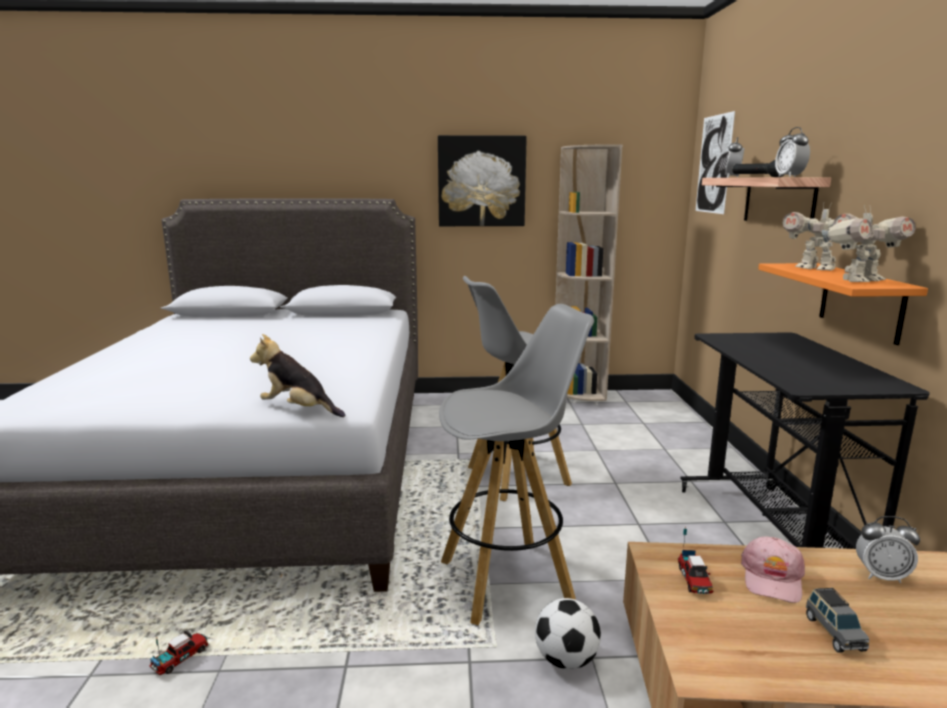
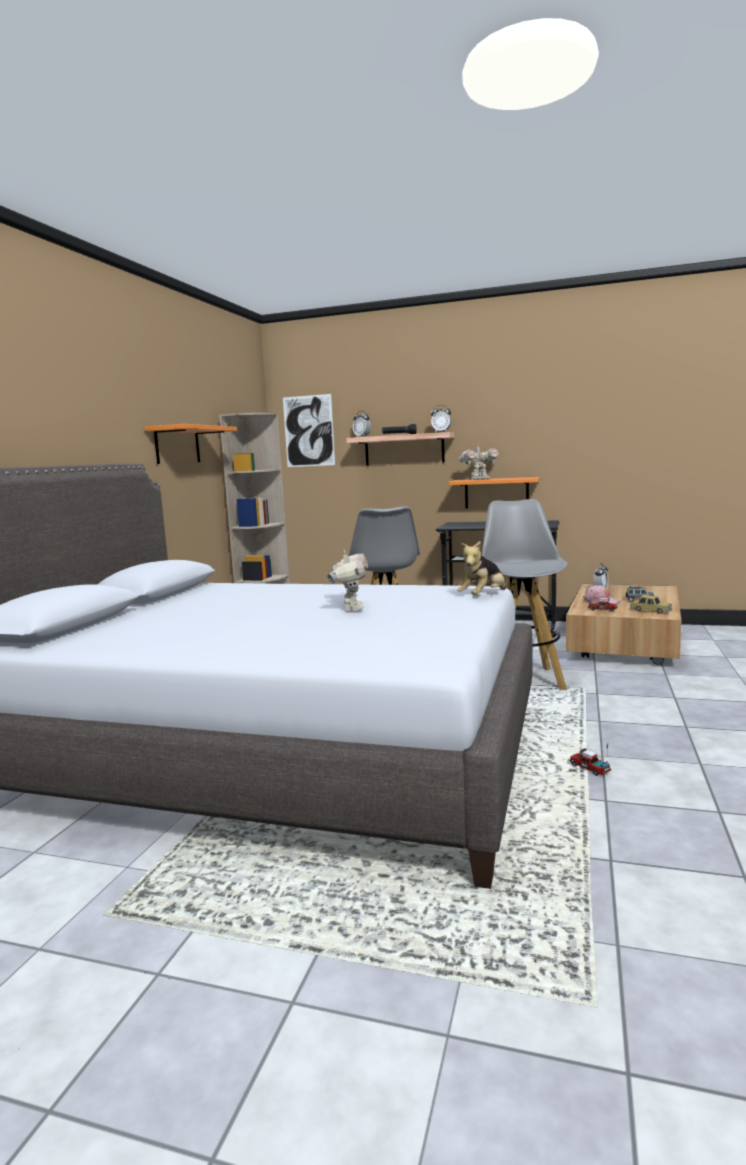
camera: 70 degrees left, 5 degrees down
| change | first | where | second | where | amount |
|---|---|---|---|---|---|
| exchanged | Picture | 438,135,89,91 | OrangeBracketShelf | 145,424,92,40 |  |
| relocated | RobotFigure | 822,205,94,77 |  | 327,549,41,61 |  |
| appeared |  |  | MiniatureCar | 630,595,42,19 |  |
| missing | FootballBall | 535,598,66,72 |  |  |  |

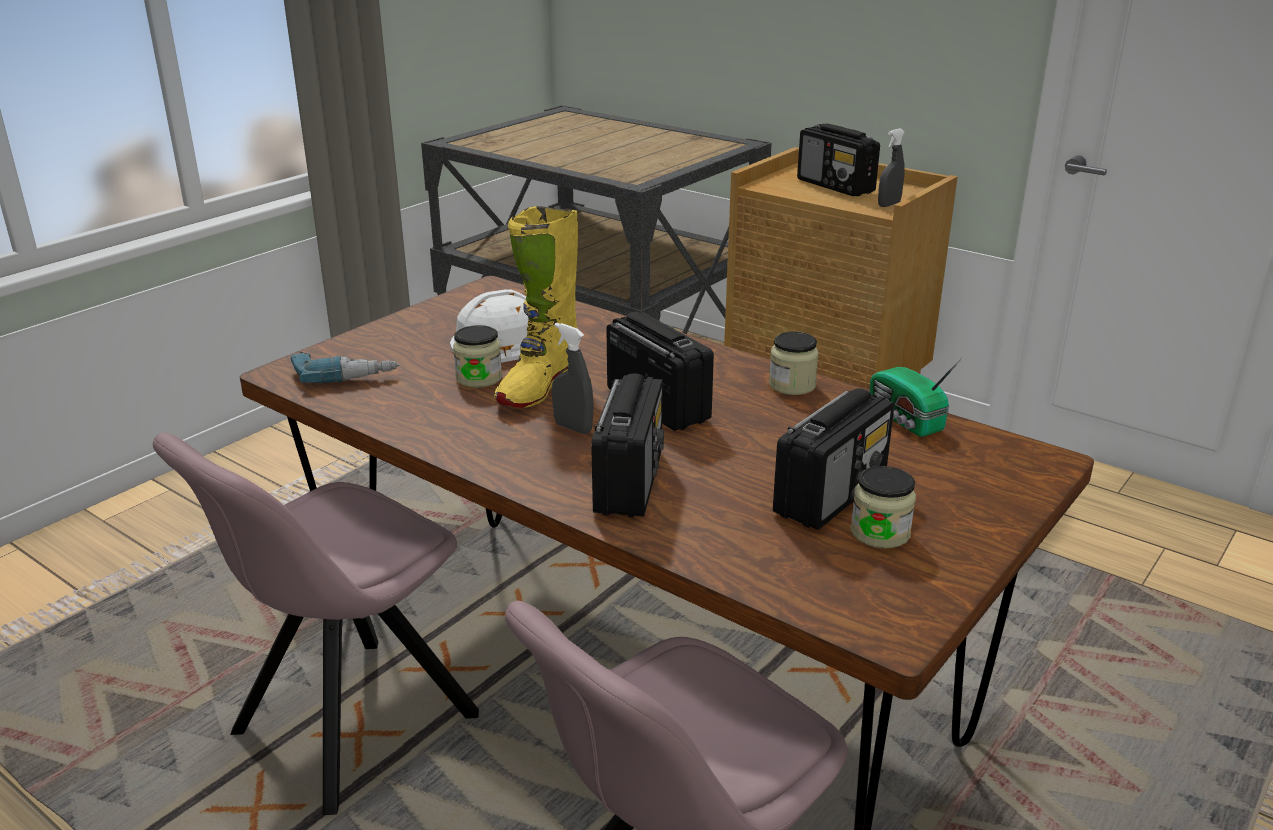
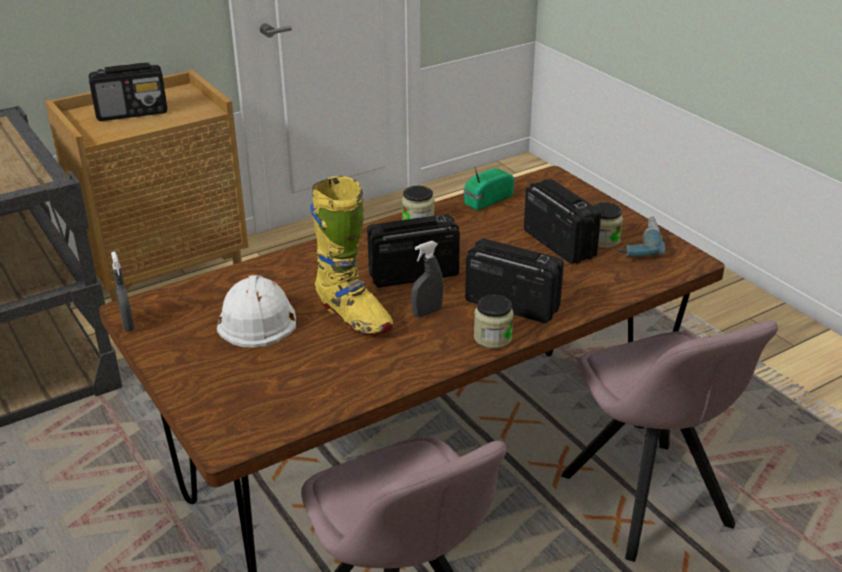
camera: 70 degrees left, 5 degrees up
| change | first | where | second | where | amount |
|---|---|---|---|---|---|
| relocated | GraySprayer | 878,128,27,79 |  | 111,251,24,81 |  |
| spun | RadioSet | 869,358,93,79 |  | 463,167,51,43 | 150 degrees clockwise |
| relocated | PreserveJar | 453,325,49,63 |  | 474,295,40,54 |  |
| relocated | PowerDrill | 291,352,109,31 |  | 618,216,47,41 |  |

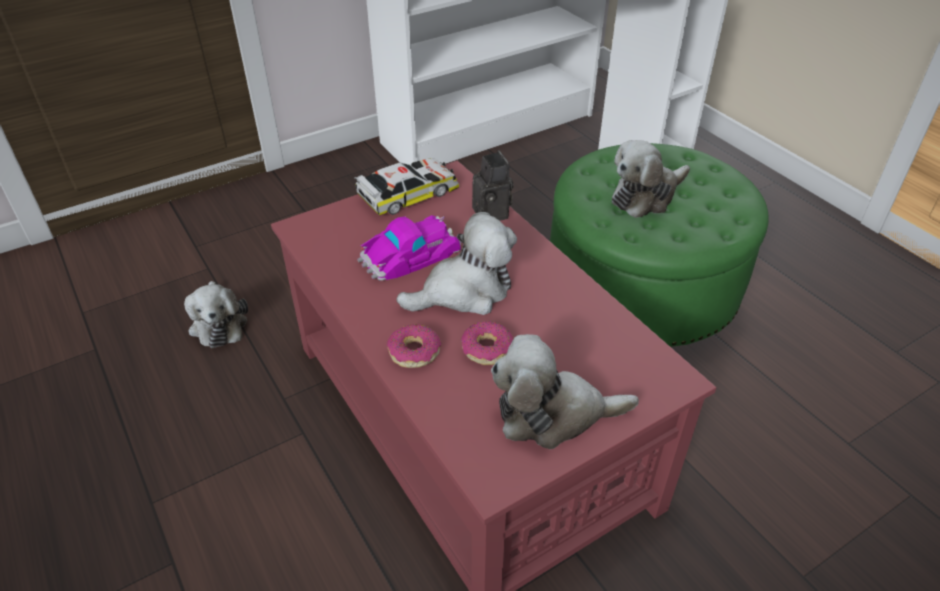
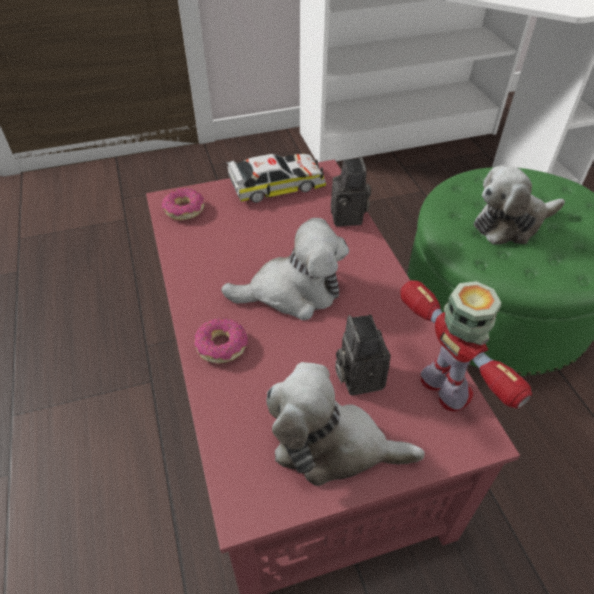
camera: 15 degrees right, 5 degrees up
| change | first | where | second | where | amount |
|---|---|---|---|---|---|
| relocated | Donut | 461,321,52,44 |  | 162,188,42,32 |  |
| appeared |  |  | PhotoCamera | 335,315,56,80 |  |
| appeared |  |  | RobotFigure | 400,280,132,132 |  |
| missing | SoftToy | 184,281,64,67 |  |  |  |
| missing | MiniatureCar | 357,215,105,66 |  |  |  |

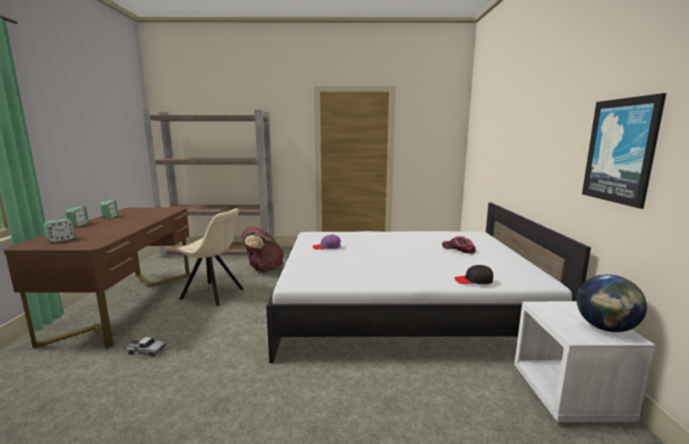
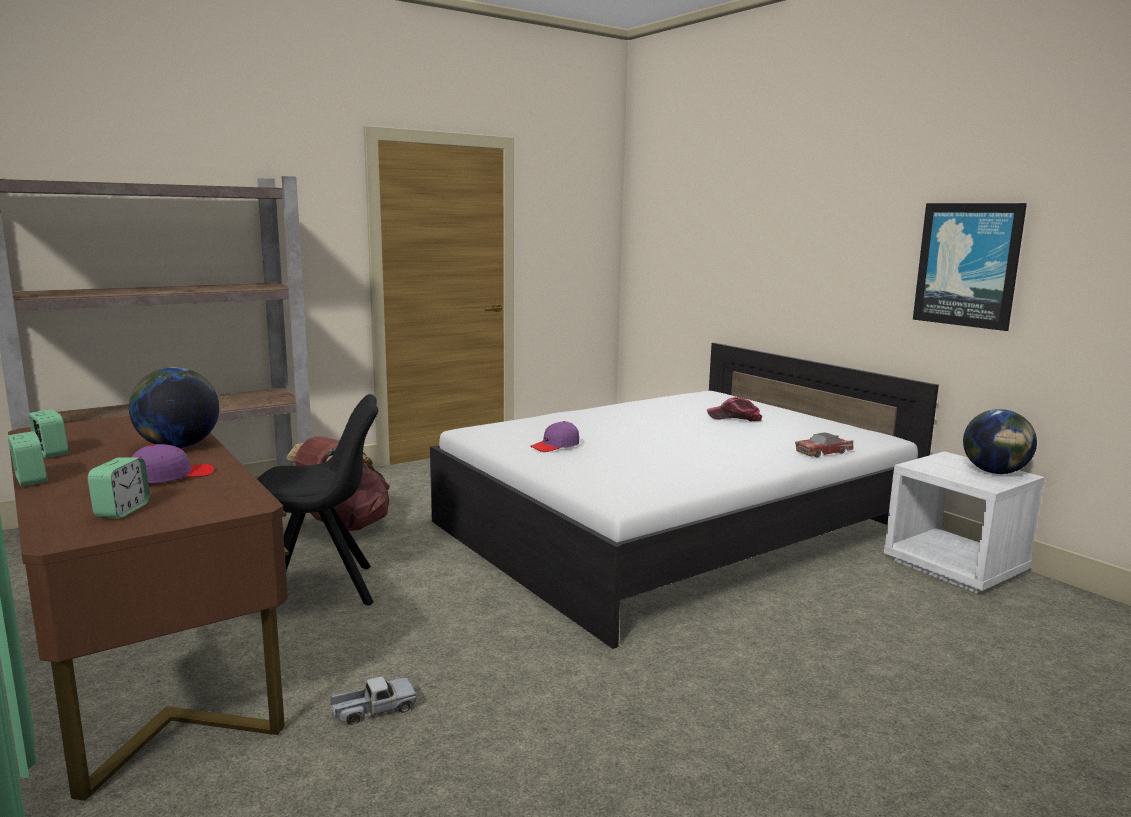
camera: 35 degrees left, 0 degrees up
| change | first | where | second | where | amount |
|---|---|---|---|---|---|
| appeared |  |  | Globe | 129,367,90,81 |  |
| appeared |  |  | PurpleColouredCap | 132,444,82,39 |  |
| colour | BeigeColouredUprightChair | 176,208,67,98 | BlackUprightChair | 257,394,121,211 |  |
| exchanged | BlackCap | 454,265,39,19 | MiniatureCar | 795,433,59,25 |  |

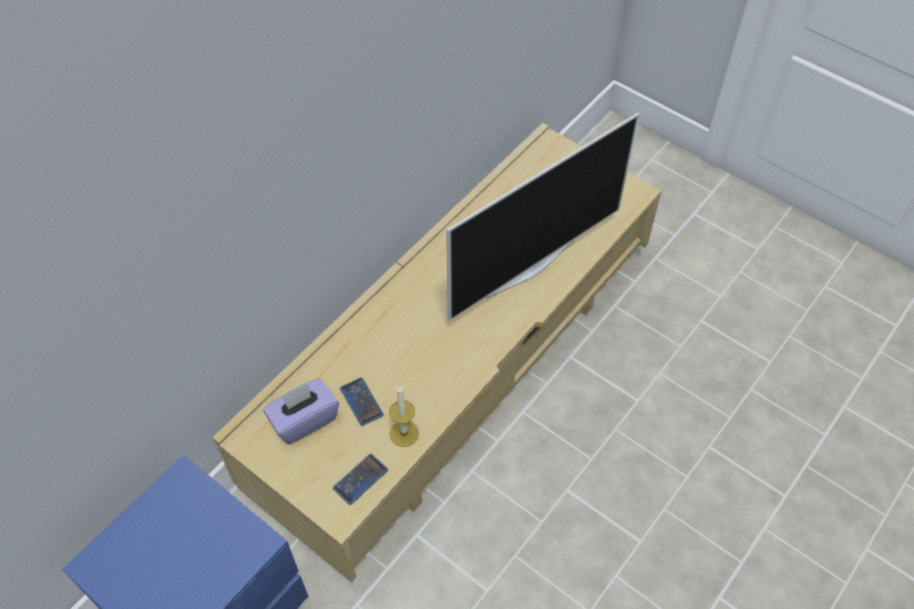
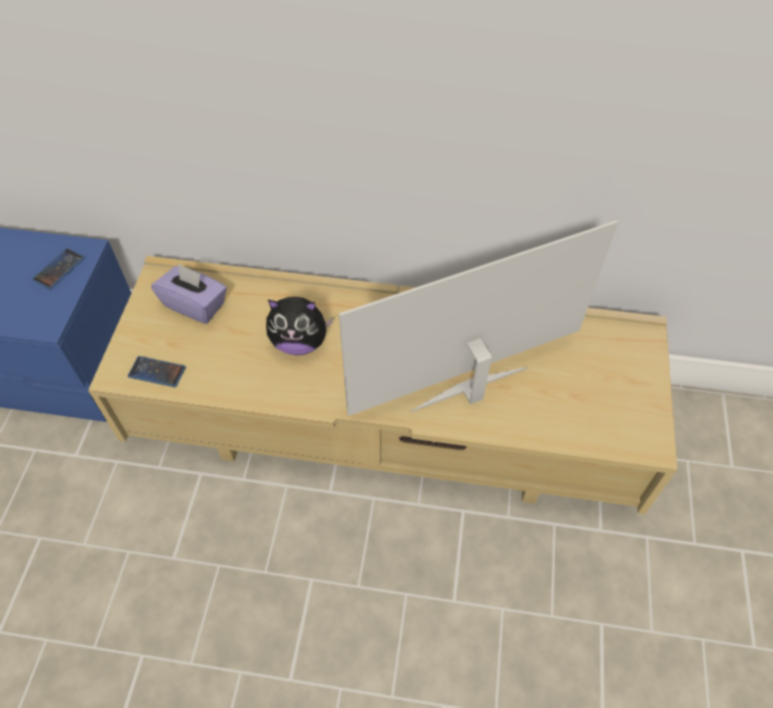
camera: 60 degrees right, 0 degrees up
| change | first | where | second | where | amount |
|---|---|---|---|---|---|
| relocated | Phone | 340,377,44,49 |  | 32,248,53,42 |  |
| appeared |  |  | SoftToy | 266,297,67,58 |  |
| spun | Tv | 446,113,193,208 |  | 339,220,279,196 | 135 degrees clockwise |
| missing | WaxLight | 389,385,30,62 |  |  |  |

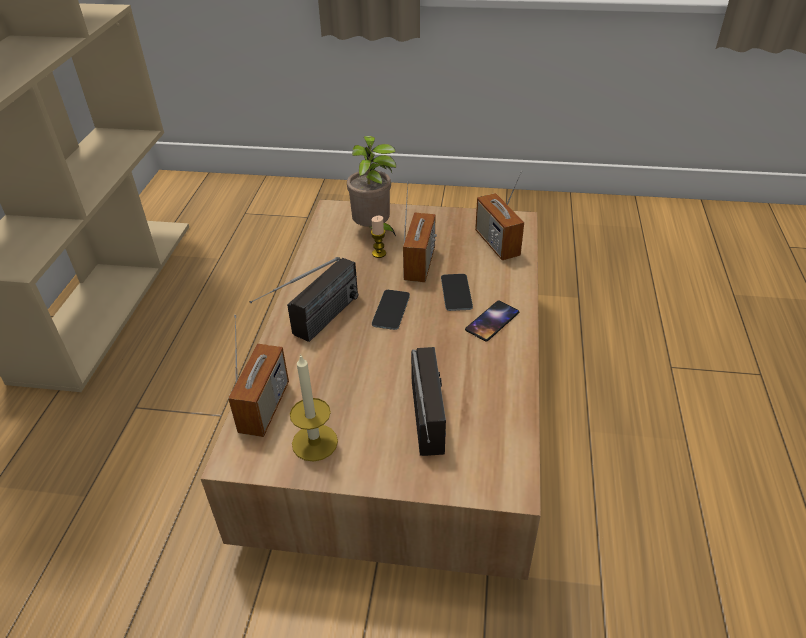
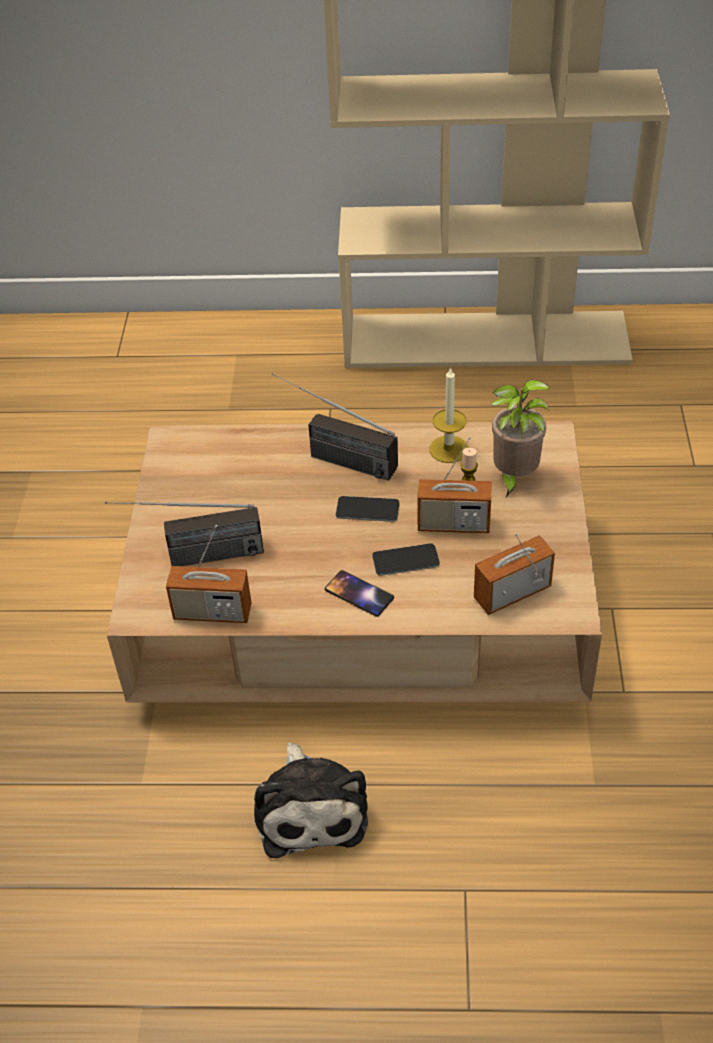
camera: 85 degrees right, 5 degrees up
| change | first | where | second | where | amount |
|---|---|---|---|---|---|
| relocated | RadioSet | 228,315,61,122 |  | 166,525,86,98 |  |
| appeared |  |  | SoftToy | 254,742,114,116 |  |
| relocated | WaxLight | 290,354,48,108 |  | 430,367,38,96 |  |

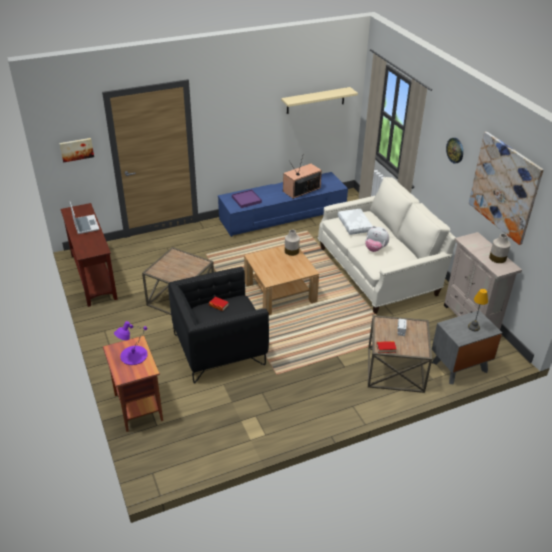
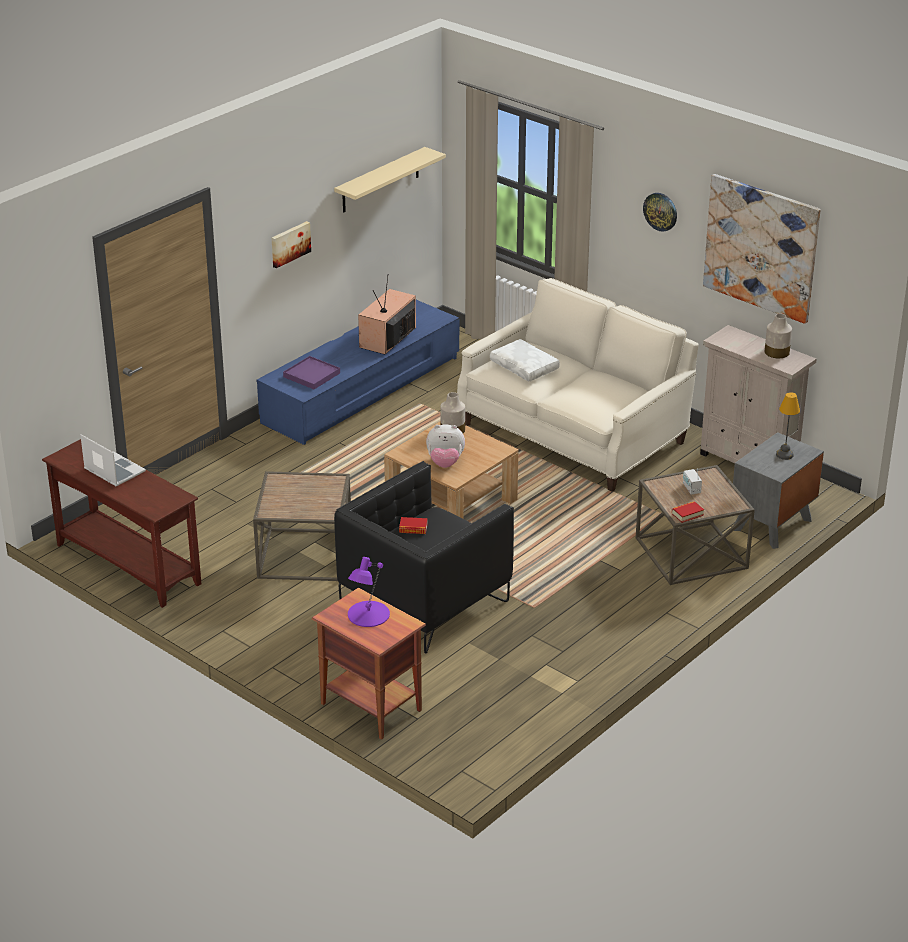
camera: 25 degrees left, 5 degrees down
| change | first | where | second | where | amount |
|---|---|---|---|---|---|
| relocated | Picture | 59,138,35,25 |  | 272,221,39,47 |  |
| relocated | SoftToy | 365,226,24,26 |  | 426,424,39,44 |  |

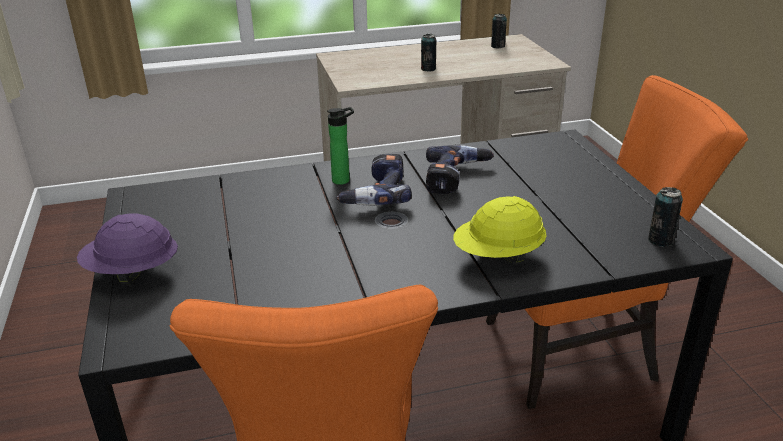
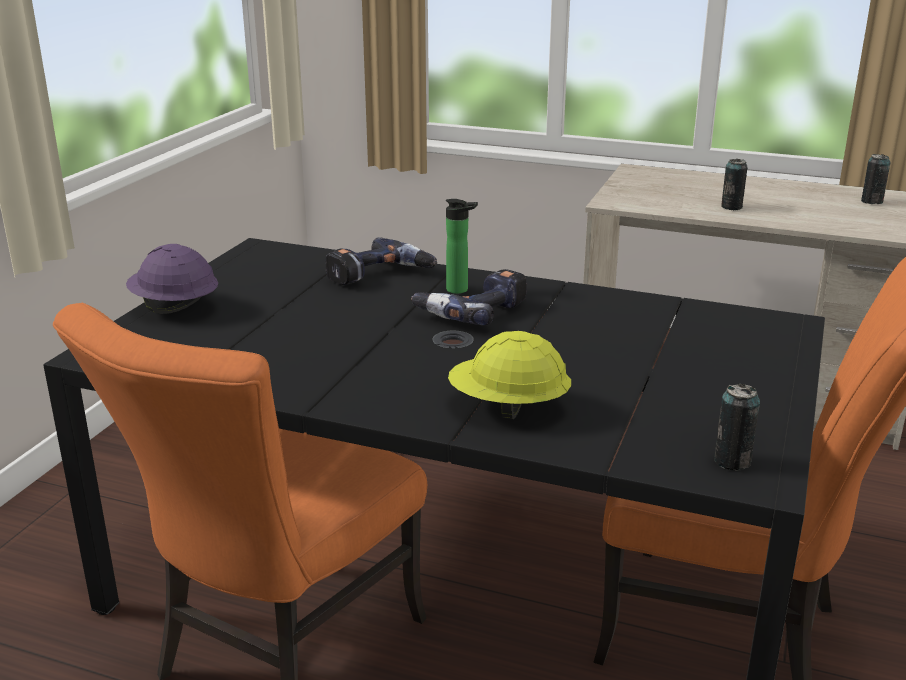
camera: 35 degrees right, 5 degrees down
| change | first | where | second | where | amount |
|---|---|---|---|---|---|
| relocated | PowerDrill | 426,145,68,49 |  | 326,237,111,48 |  |

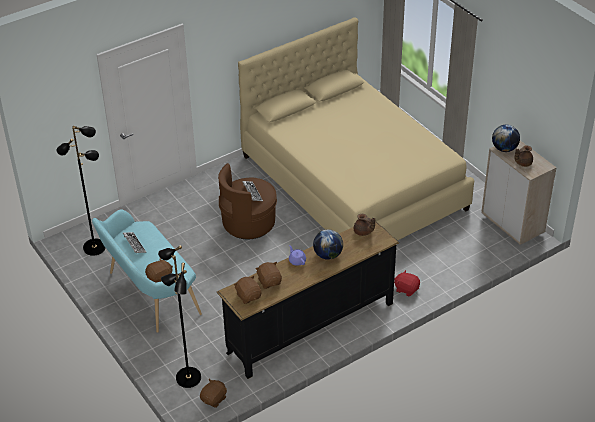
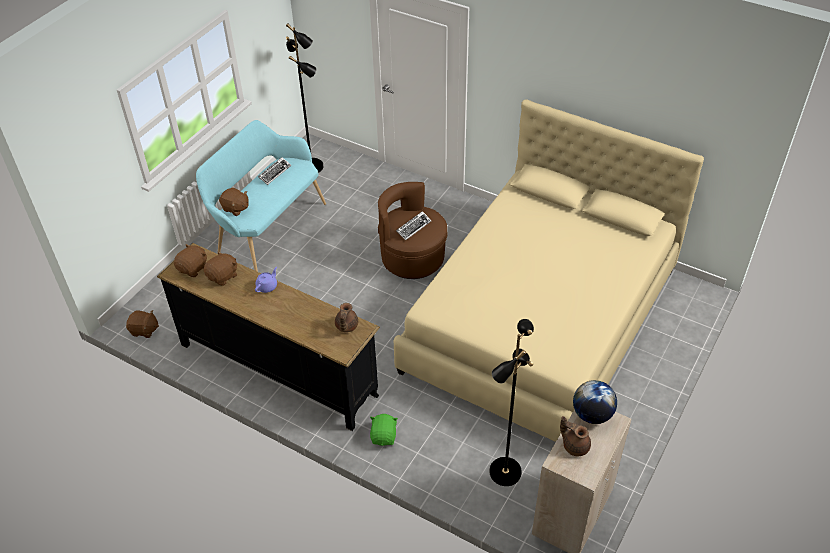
camera: 65 degrees right, 5 degrees up
| change | first | where | second | where | amount |
|---|---|---|---|---|---|
| colour | RedColouredSoftToy | 394,270,26,26 | GreenSoftToy | 370,414,28,32 |  |
| relocated | BlackStandingLamp | 158,246,43,142 |  | 489,319,45,167 |  |
| missing | Globe | 313,229,30,31 |  |  |  |

